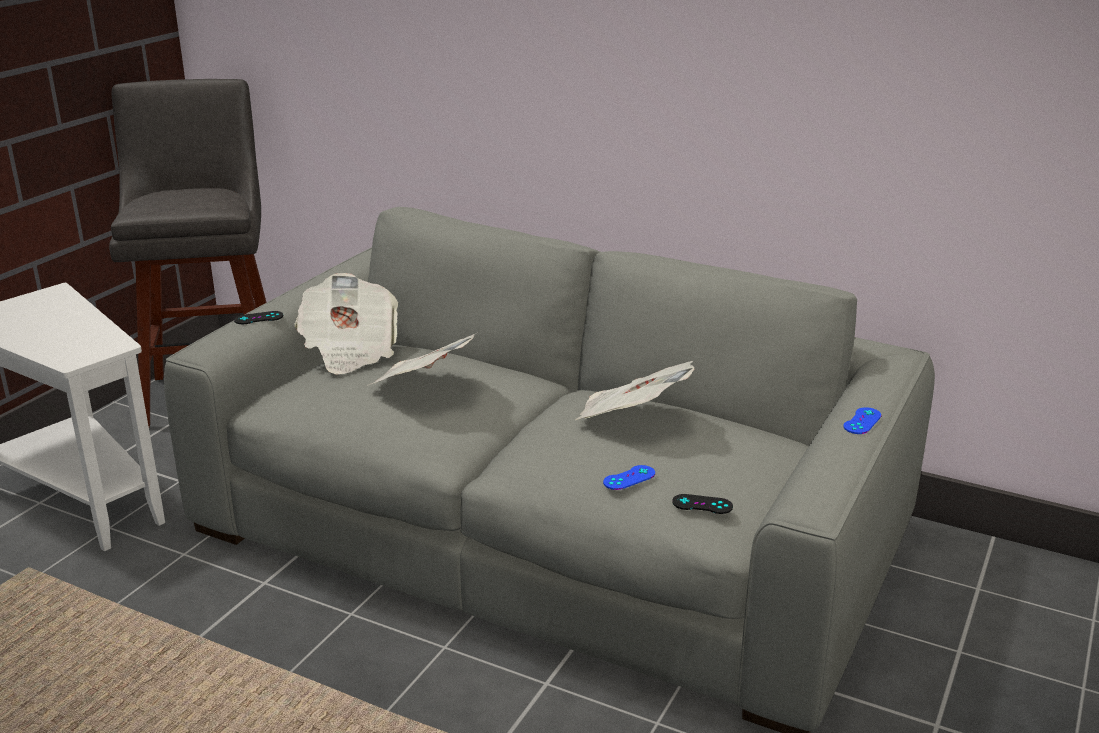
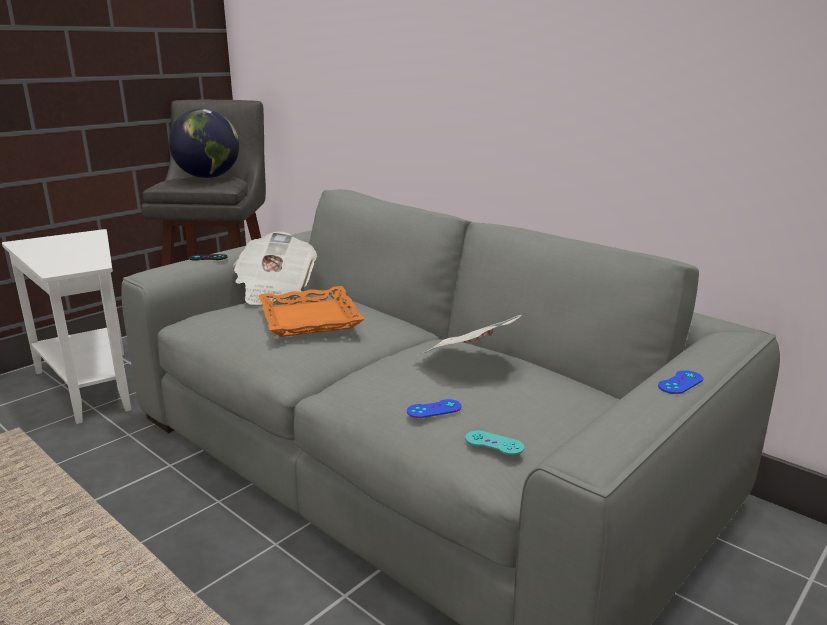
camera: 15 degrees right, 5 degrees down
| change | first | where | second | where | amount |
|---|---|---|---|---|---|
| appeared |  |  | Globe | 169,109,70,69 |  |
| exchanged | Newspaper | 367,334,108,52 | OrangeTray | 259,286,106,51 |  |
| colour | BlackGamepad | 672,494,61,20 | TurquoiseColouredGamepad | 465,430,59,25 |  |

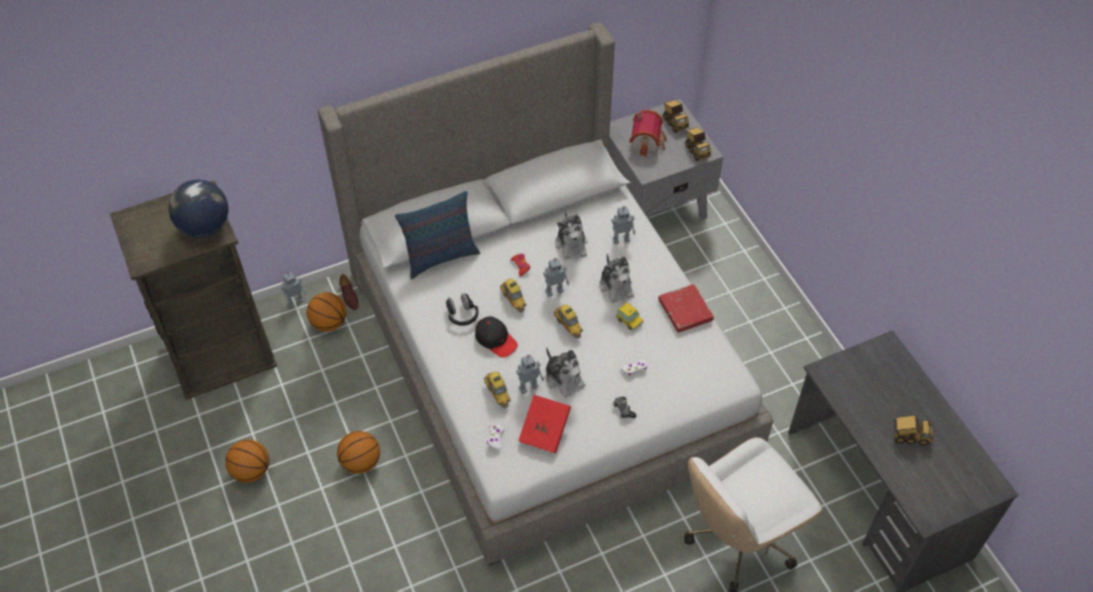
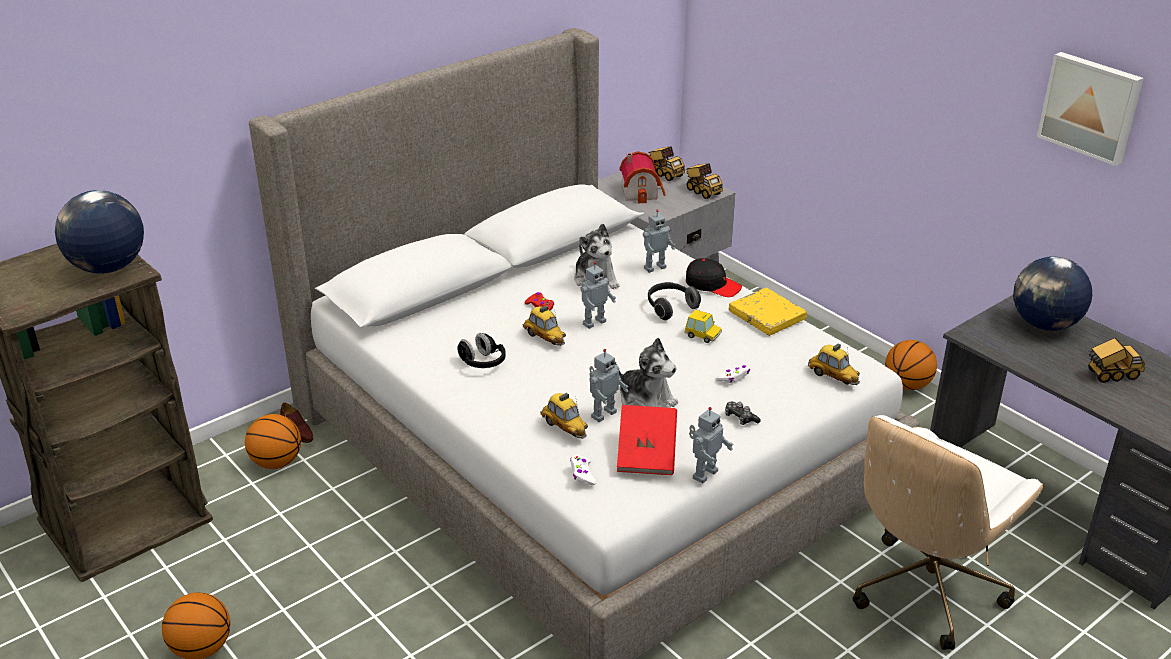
camera: 15 degrees left, 20 degrees down
| change | first | where | second | where | amount |
|---|---|---|---|---|---|
| exchanged | SoftToy | 599,253,35,50 | Headphones | 648,282,53,38 |  |
| relocated | BlackCap | 475,316,43,42 |  | 686,258,56,39 |  |
| relocated | RobotFigure | 281,272,25,35 |  | 689,407,45,77 |  |
| colour | RedColouredBoundBook | 658,284,56,49 | YellowColouredBoundBook | 729,288,78,48 |  |
| relocated | MiniatureCar | 554,305,29,33 |  | 808,344,52,41 |  |
| relocated | Basketball | 337,431,43,43 |  | 885,340,52,50 |  |
| appeared |  |  | Globe | 1013,257,79,74 |  |
| appeared |  |  | Picture | 1037,52,107,114 |  |
| missing | BlueColouredCushion | 395,191,85,88 |  |  |  |

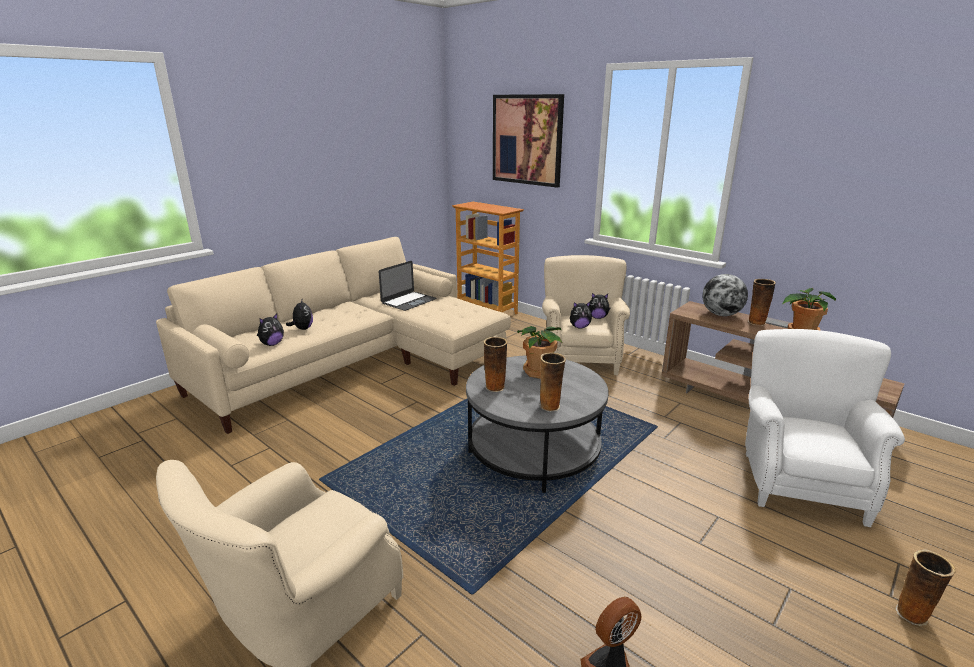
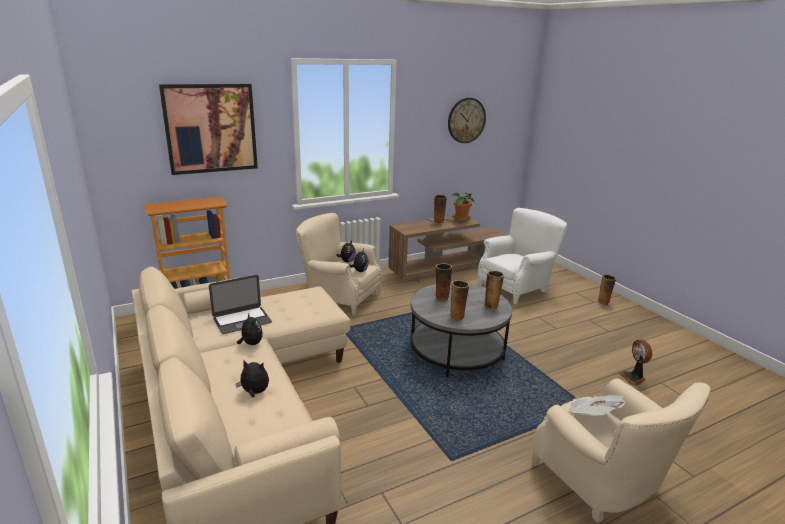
camera: 70 degrees left, 0 degrees up
| change | first | where | second | where | amount |
|---|---|---|---|---|---|
| spun | NotebookComputer | 379,261,58,50 |  | 209,275,63,59 | 90 degrees clockwise |
| relocated | SoftToy | 257,314,27,32 |  | 237,313,26,32 |  |
| exchanged | Houseplant | 517,326,46,53 | FlowerVase | 436,263,16,39 |  |
| appeared |  |  | WallClock | 448,98,38,45 |  |
| spun | WhiteColouredLoungeChair | 745,329,160,198 |  | 477,208,90,97 | 105 degrees clockwise |
| appeared |  |  | Newspaper | 568,395,57,21 |  |
| missing | Globe | 702,274,46,42 |  |  |  |

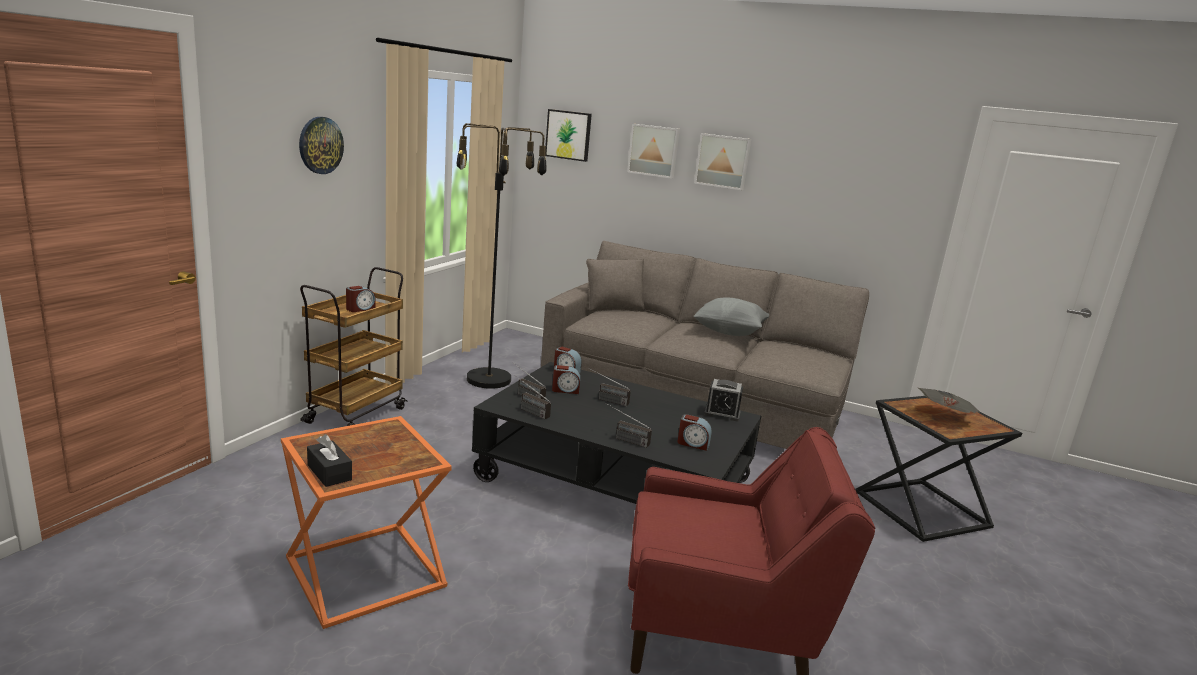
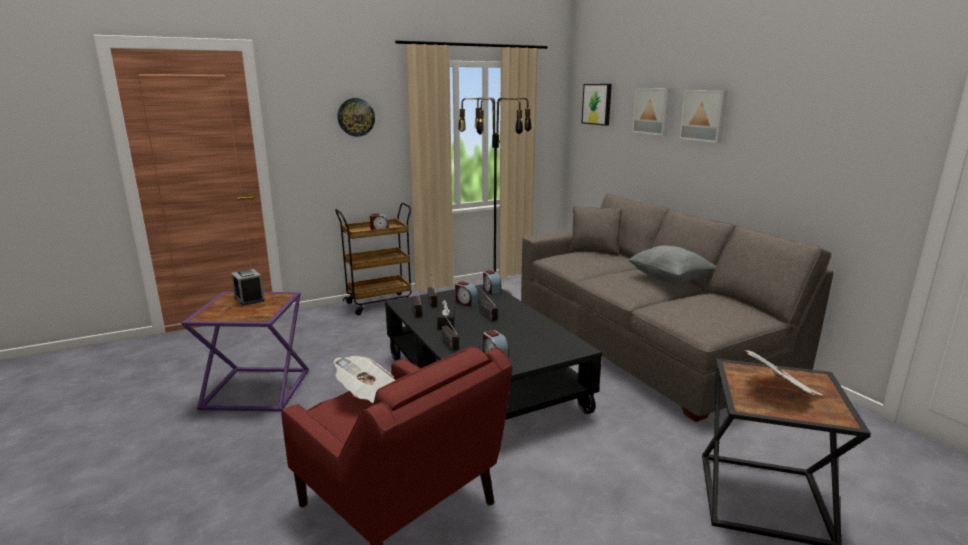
camera: 40 degrees right, 0 degrees up
| change | first | where | second | where | amount |
|---|---|---|---|---|---|
| colour | OrangeSideTable | 281,416,171,213 | PurpleColouredSideTable | 181,292,128,119 |  |
| relocated | TableClock | 704,379,39,42 |  | 231,269,34,37 |  |
| appeared |  |  | Newspaper | 334,356,61,47 |  |
| relocated | BlackTissueHolder | 307,434,45,53 |  | 437,300,18,30 |  |

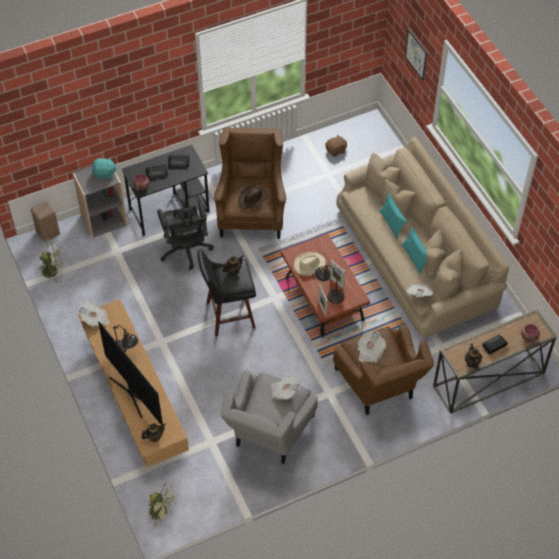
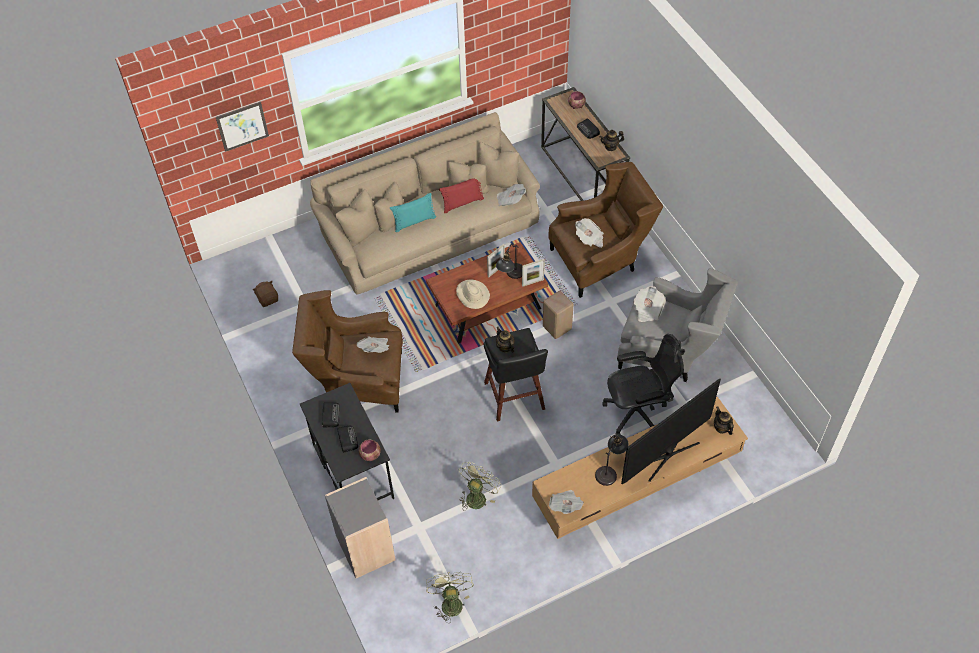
camera: 90 degrees left, 0 degrees up
| change | first | where | second | where | amount |
|---|---|---|---|---|---|
| exchanged | BrownWearableHat | 238,185,30,24 | Newspaper | 357,337,32,16 |  |
| colour | TurquoiseColouredCushion | 402,227,25,47 | RedColouredCushion | 439,178,45,36 |  |
| relocated | GreenFan | 148,483,30,44 |  | 459,462,42,49 |  |
| relocated | BeigeColouredStool | 31,201,29,41 |  | 543,291,31,48 |  |
| relocated | ComputerChair | 157,201,57,69 |  | 602,334,83,101 |  |
| missing | TurquoiseColouredSoftToy | 92,157,25,22 |  |  |  |

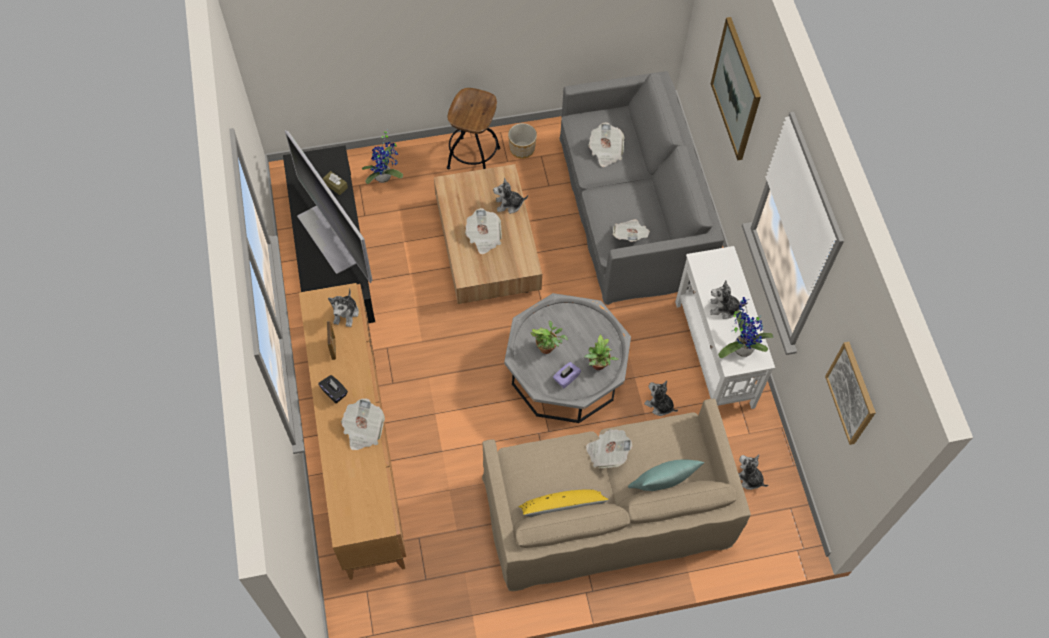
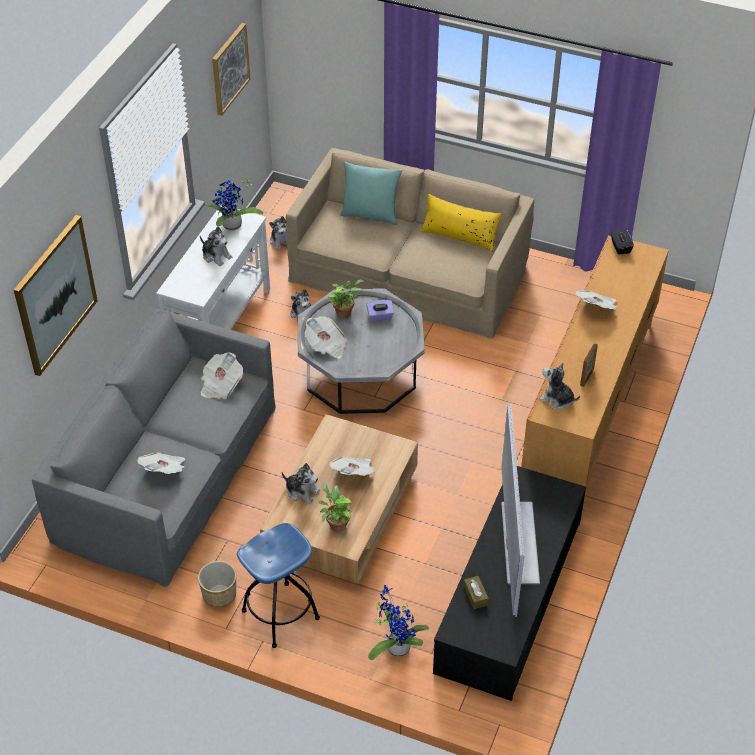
camera: 145 degrees left, 15 degrees down
| change | first | where | second | where | amount |
|---|---|---|---|---|---|
| colour | BrownStool | 447,88,53,81 | BlueColouredStool | 237,523,83,125 |  |
| relocated | Newspaper | 586,429,46,39 |  | 304,316,43,43 |  |
| relocated | Houseplant | 530,320,38,34 |  | 319,483,34,49 |  |
| spun | SoftToy | 328,288,31,39 |  | 539,363,41,46 | 105 degrees counterclockwise |
| relocated | BlackTissueHolder | 318,375,30,28 |  | 611,228,23,27 |  |

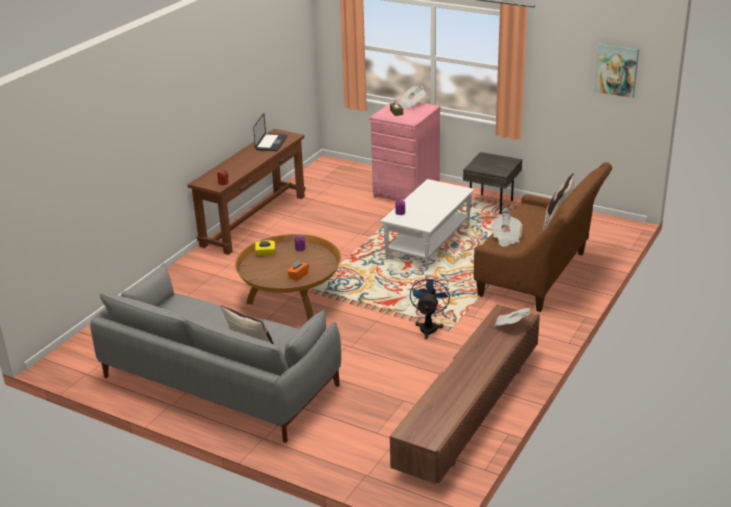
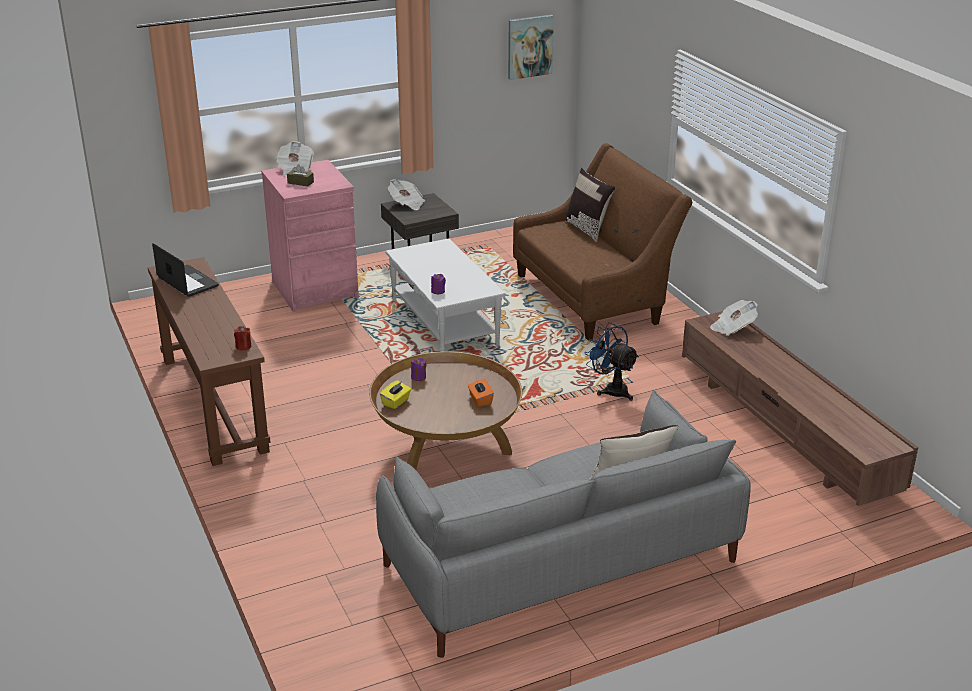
camera: 55 degrees left, 0 degrees up
| change | first | where | second | where | amount |
|---|---|---|---|---|---|
| relocated | Newspaper | 491,214,31,33 |  | 388,179,37,31 |  |

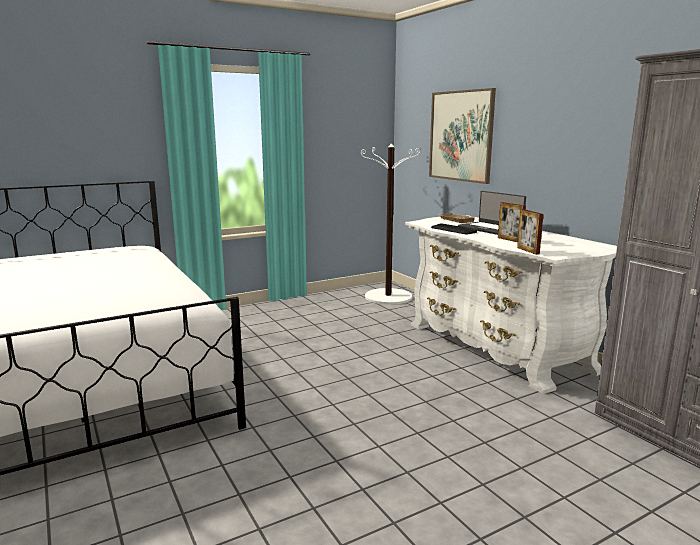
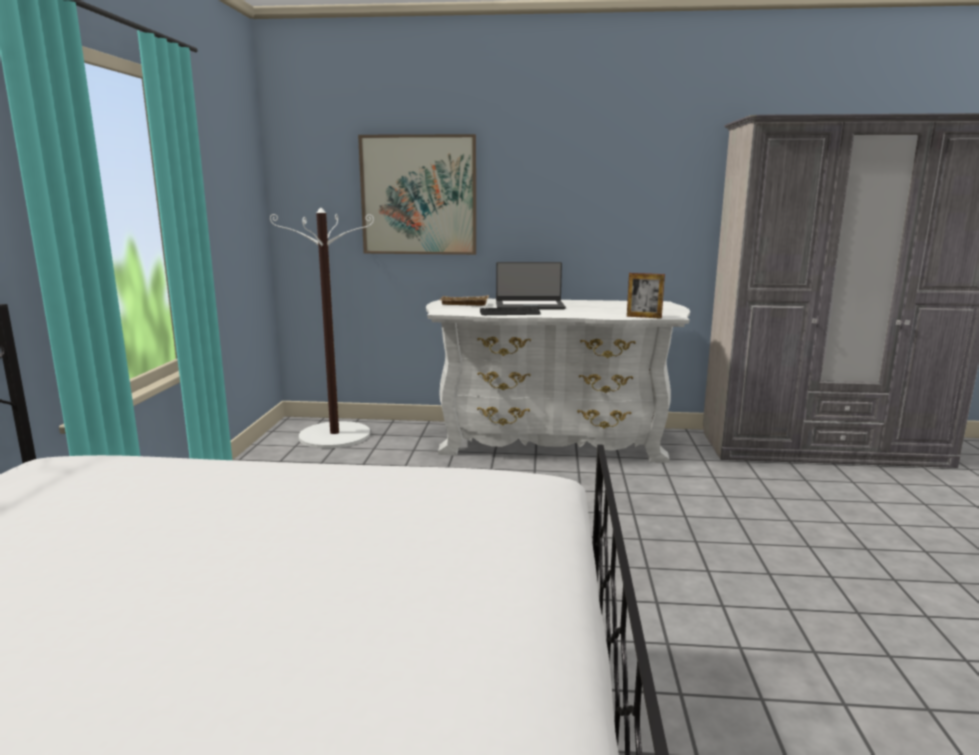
camera: 55 degrees left, 0 degrees up
| change | first | where | second | where | amount |
|---|---|---|---|---|---|
| missing | StandingFrame | 498,202,28,40 |  |  |  |

